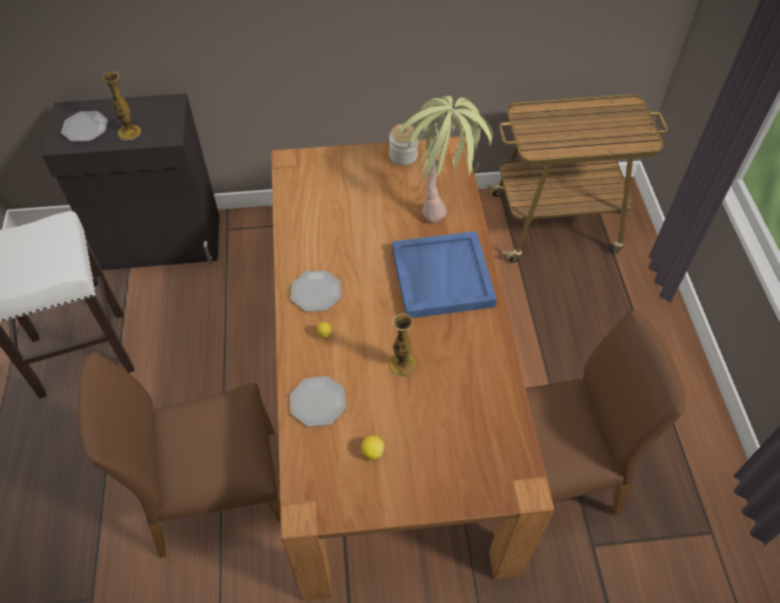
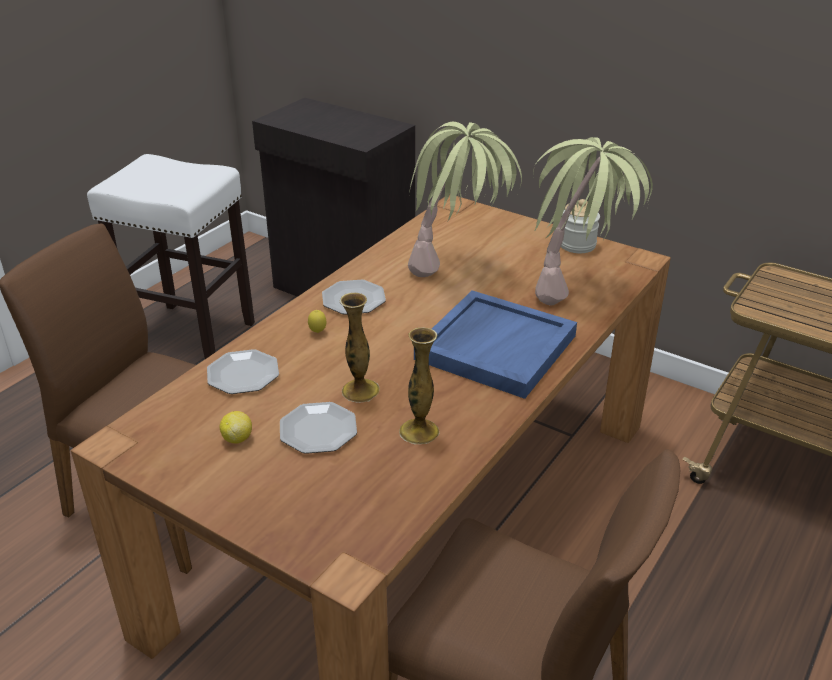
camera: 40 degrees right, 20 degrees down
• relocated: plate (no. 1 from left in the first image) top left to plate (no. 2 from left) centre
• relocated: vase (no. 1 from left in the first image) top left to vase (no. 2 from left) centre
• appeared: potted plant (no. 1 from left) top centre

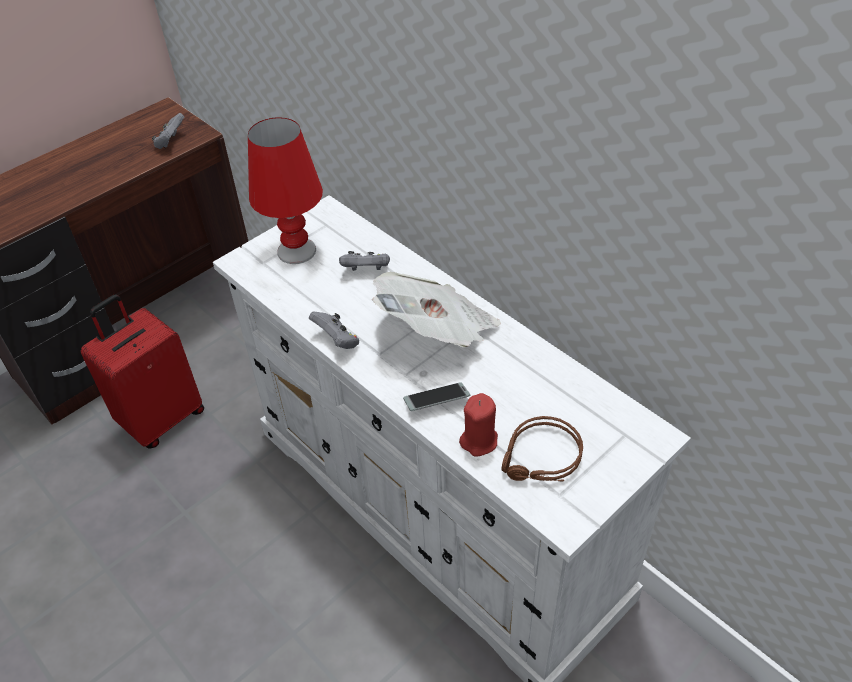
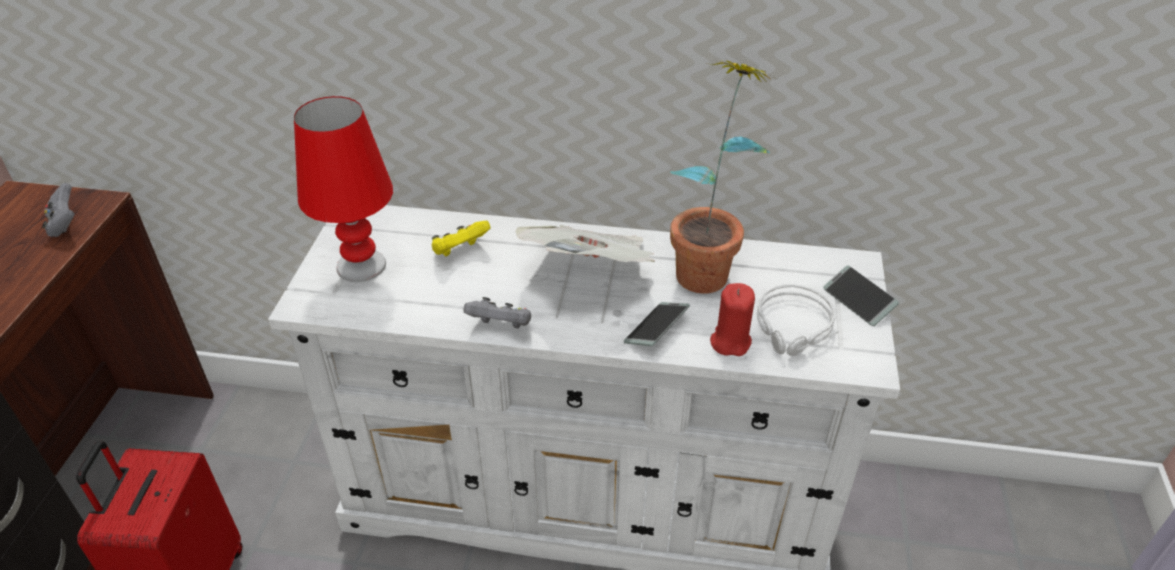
camera: 40 degrees left, 5 degrees down
• colour: game controller (grey) (no. 3 from left) centre to game controller (yellow) centre
• appeared: potted plant top centre
• colour: headphones (brown) centre to headphones (grey) middle right
• appeared: phone (no. 2 from left) middle right

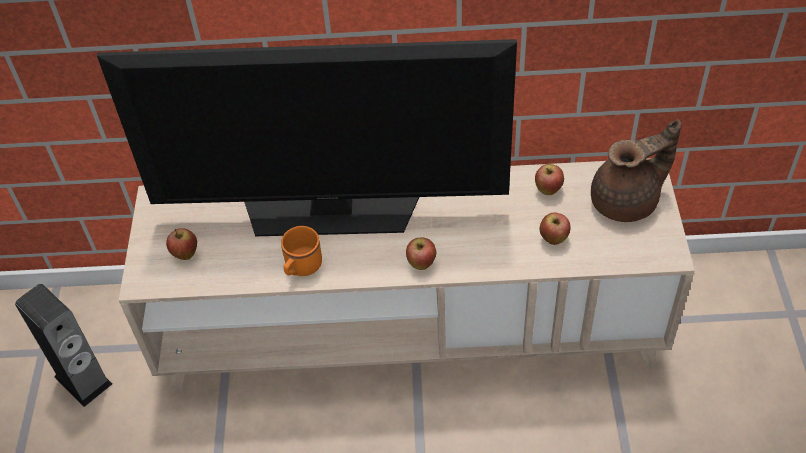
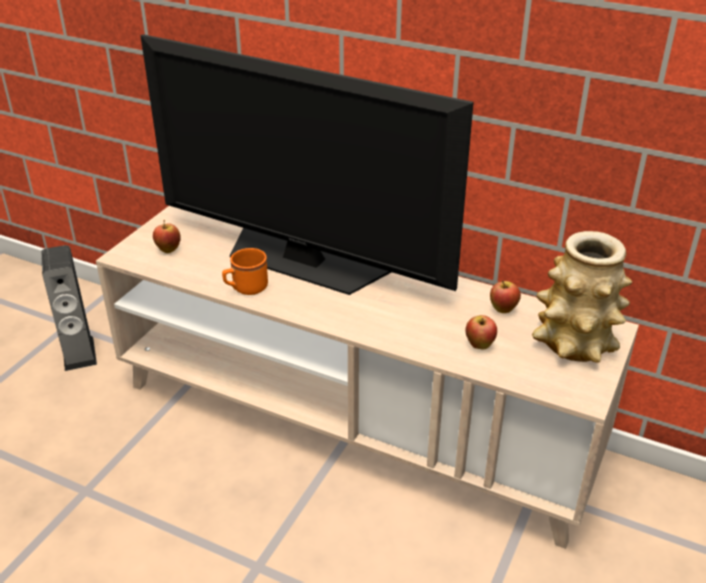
camera: 25 degrees right, 15 degrees down
• exchanged: teapot (brown) middle right to vase middle right
• missing: apple (no. 2 from left) centre

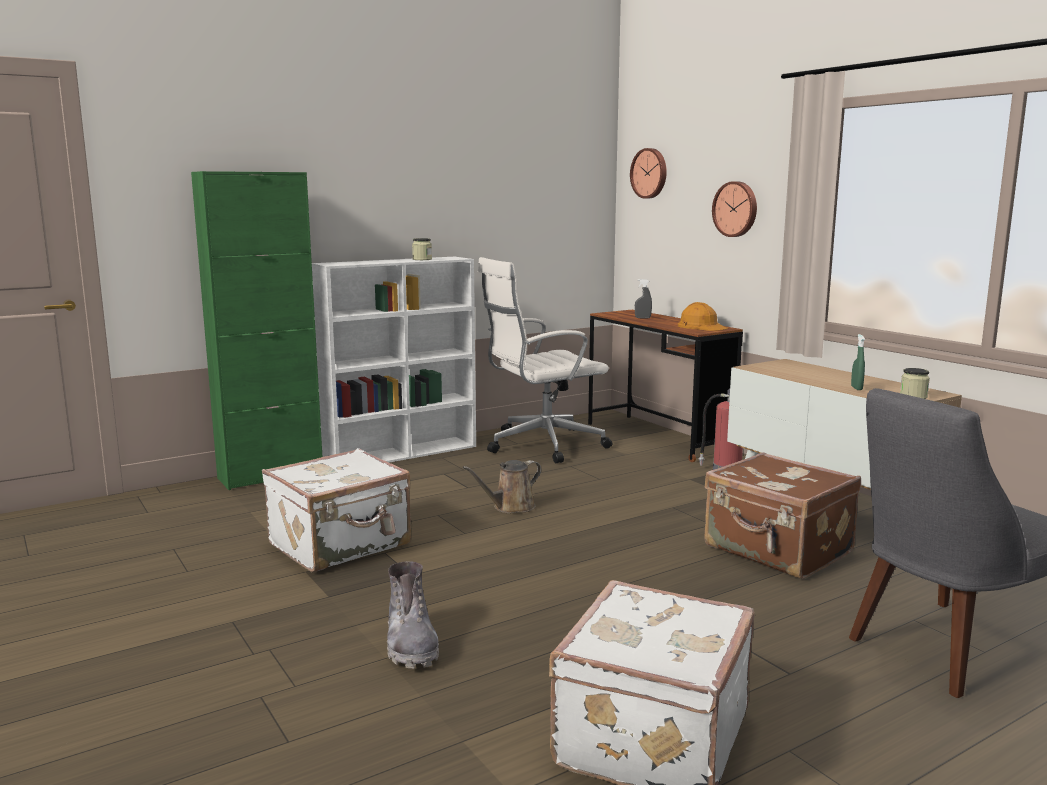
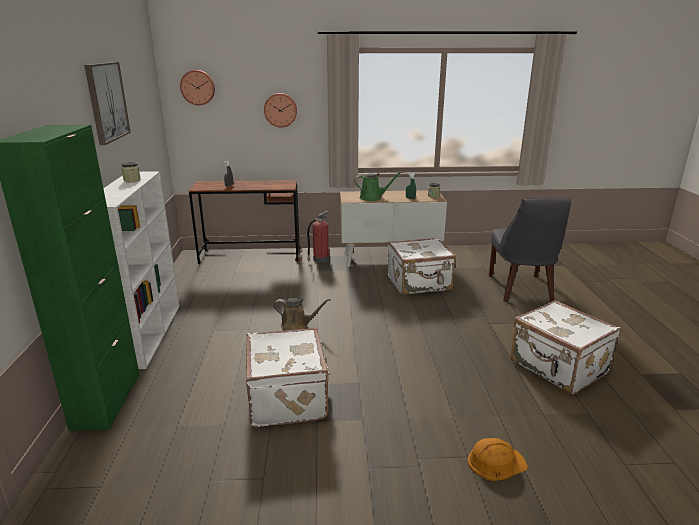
camera: 60 degrees left, 10 degrees up
• appeared: picture top left
• spun: watering can (brown) centre = centre 75 degrees counterclockwise
• appeared: watering can (green) centre
• colour: suitcase (brown) middle right to suitcase (white) (no. 2 from left) centre
• relocated: hard hat (orange) middle right to bottom right
• missing: boot (grey) bottom centre
• missing: office chair (white) centre

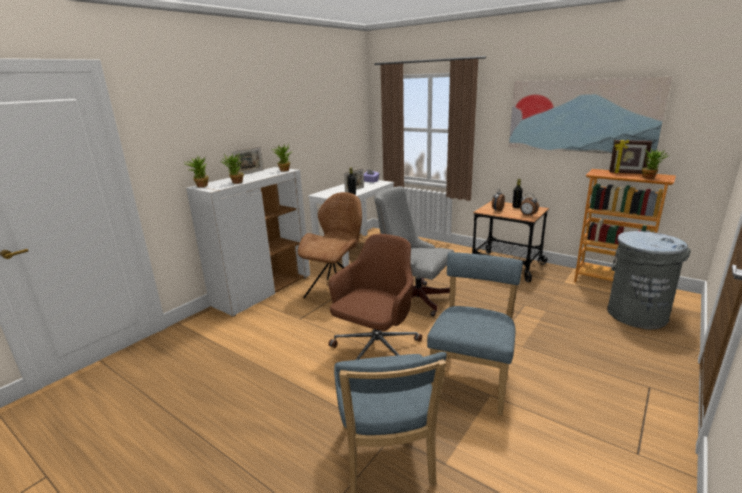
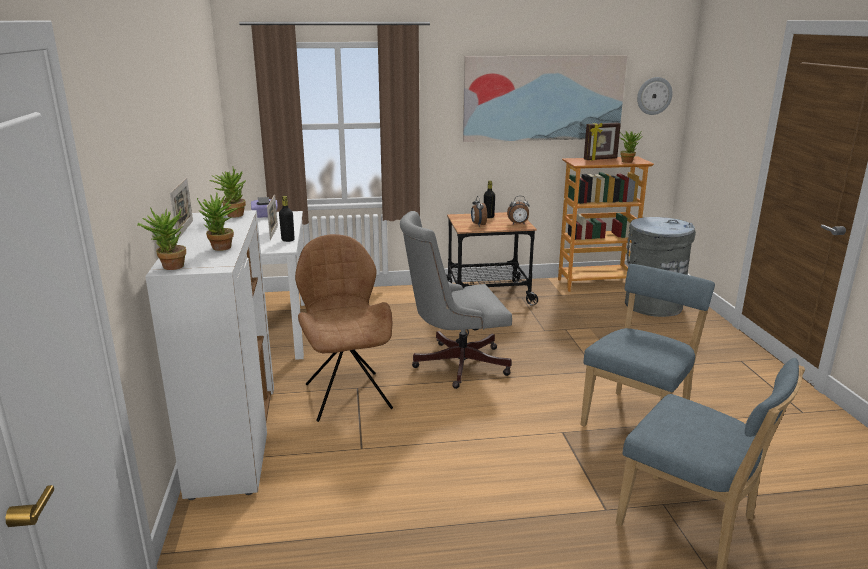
camera: 45 degrees left, 0 degrees up
• spun: chair (blue) (no. 2 from left in the first image) bottom centre = middle right 60 degrees clockwise
• appeared: wall clock top right
• missing: office chair (brown) centre

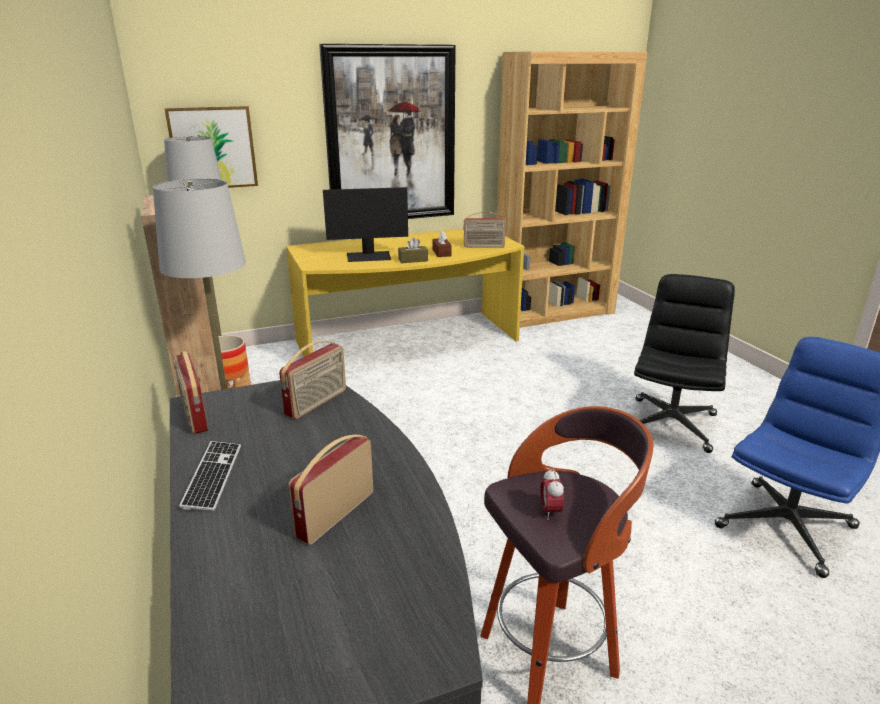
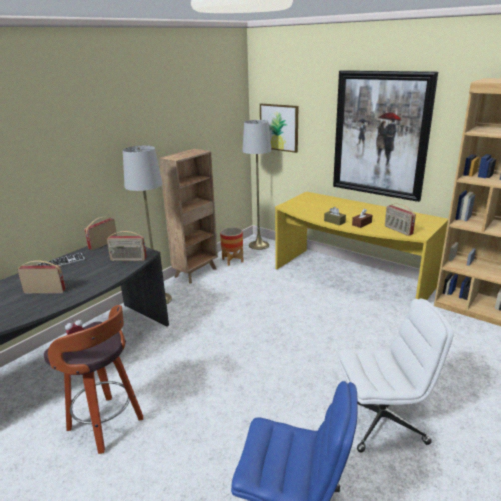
camera: 60 degrees right, 0 degrees up
• colour: office chair (black) middle right to office chair (white) bottom right
• missing: monitor top centre

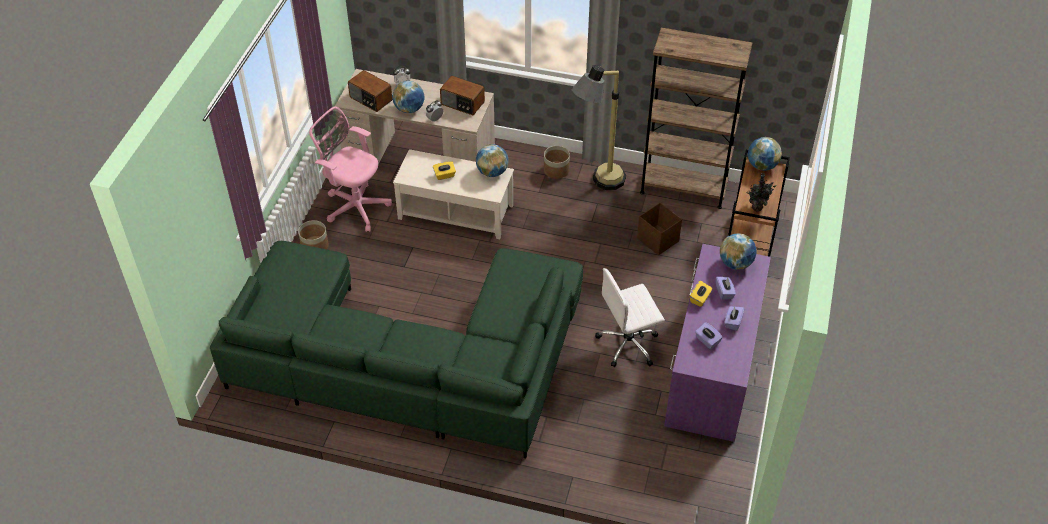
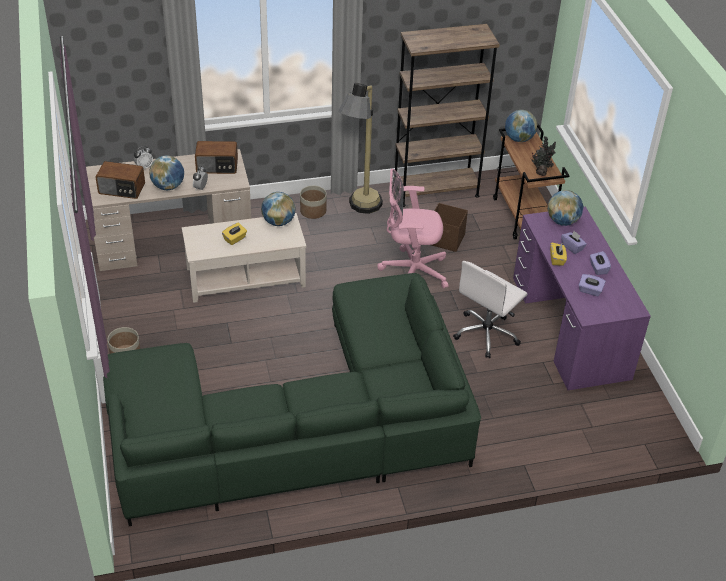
camera: 30 degrees left, 5 degrees down
• relocated: office chair (pink) top centre to centre

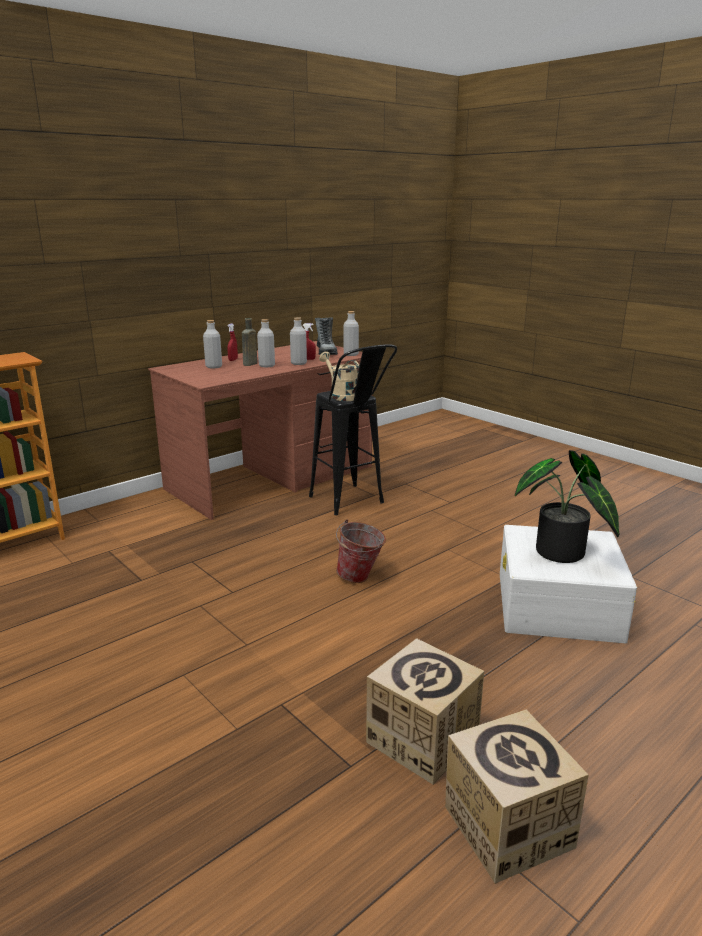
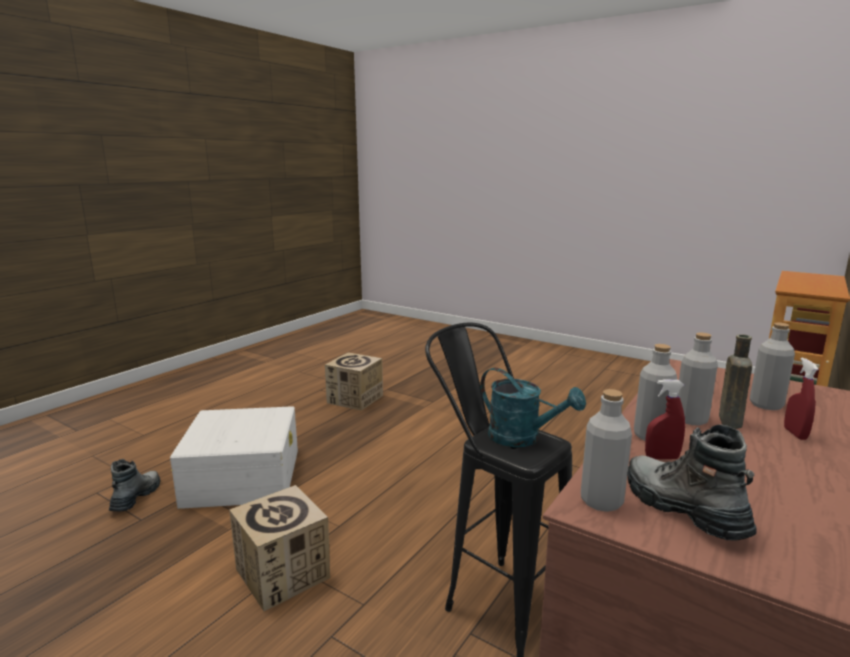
camera: 165 degrees right, 5 degrees down
• appeared: boot (no. 1 from left) bottom left
• relocated: cardboard box (no. 2 from left in the first image) bottom right to cardboard box (no. 1 from left) bottom left
• colour: watering can (beige) centre to watering can (turquoise) centre
• missing: bucket centre
• missing: potted plant middle right

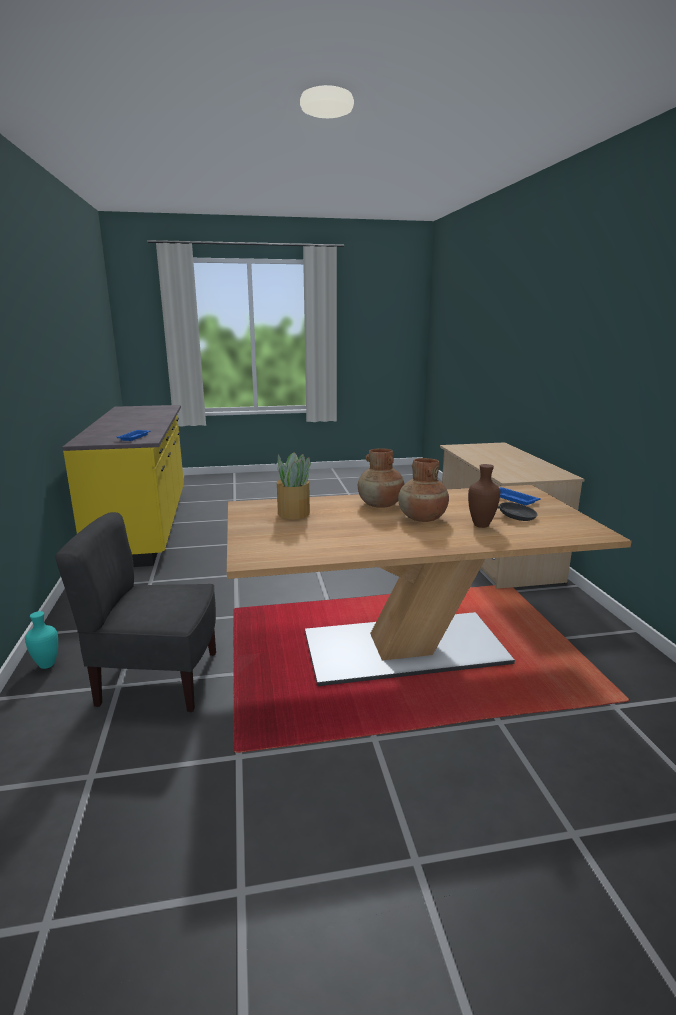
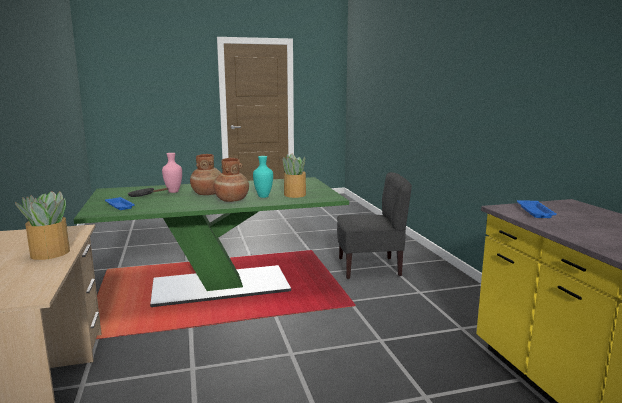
camera: 175 degrees right, 5 degrees down
• appeared: potted plant (no. 1 from left) middle left
• colour: dining table (beige) centre to dining table (green) centre
• colour: vase (brown) (no. 3 from left) middle right to vase (pink) middle left
• relocated: vase (turquoise) middle left to centre

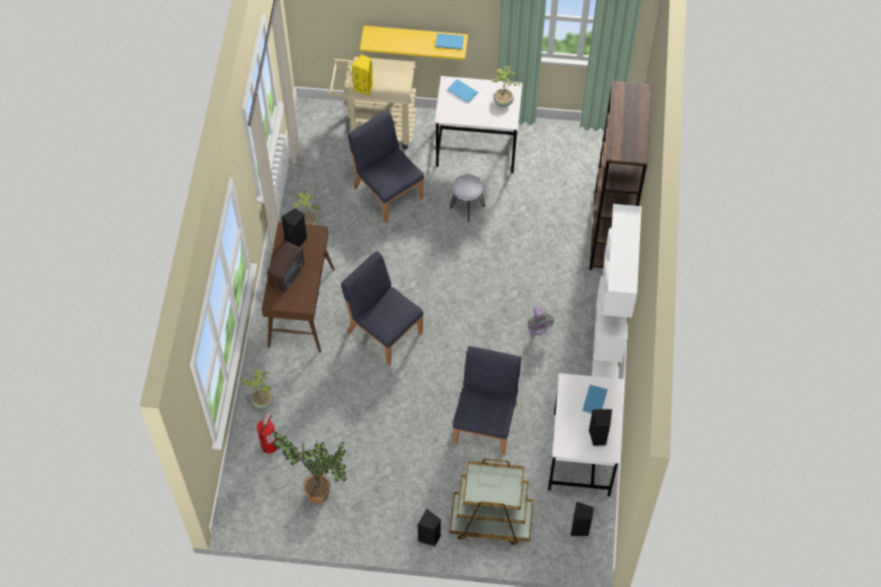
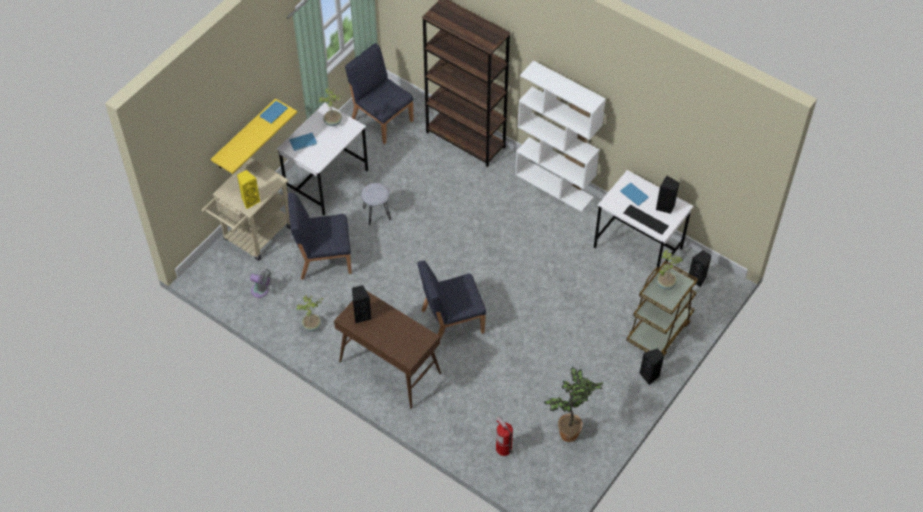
camera: 60 degrees left, 5 degrees down
• relocated: fan (grey) centre to middle left
• relocated: chair (blue) (no. 3 from left in the first image) bottom centre to chair (blue) (no. 2 from left) top centre
• appeared: keyboard middle right
• relocated: potted plant (no. 1 from left in the first image) middle left to potted plant (no. 4 from left) middle right
• missing: radio middle left

